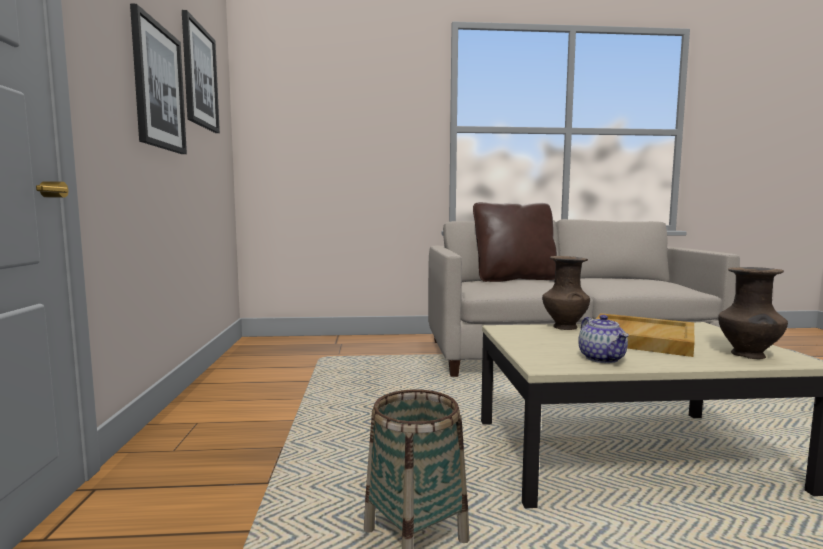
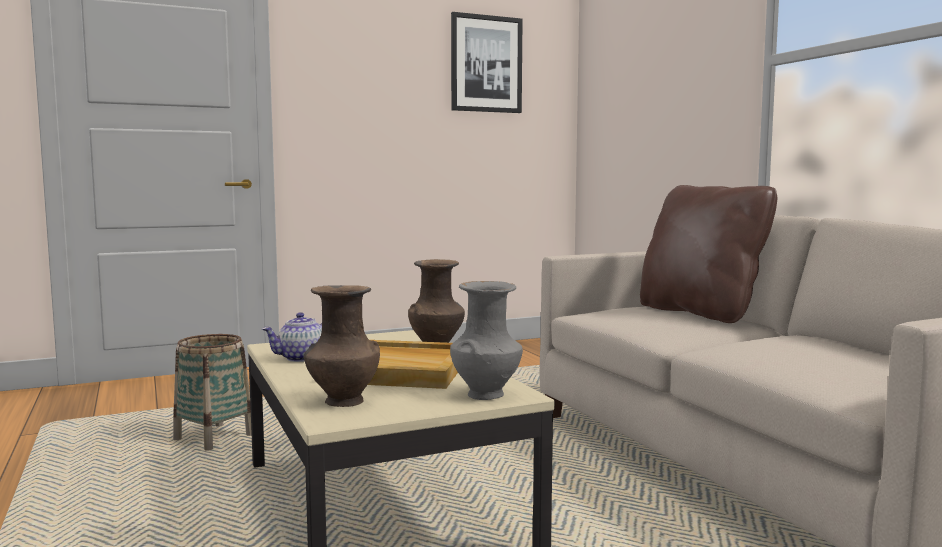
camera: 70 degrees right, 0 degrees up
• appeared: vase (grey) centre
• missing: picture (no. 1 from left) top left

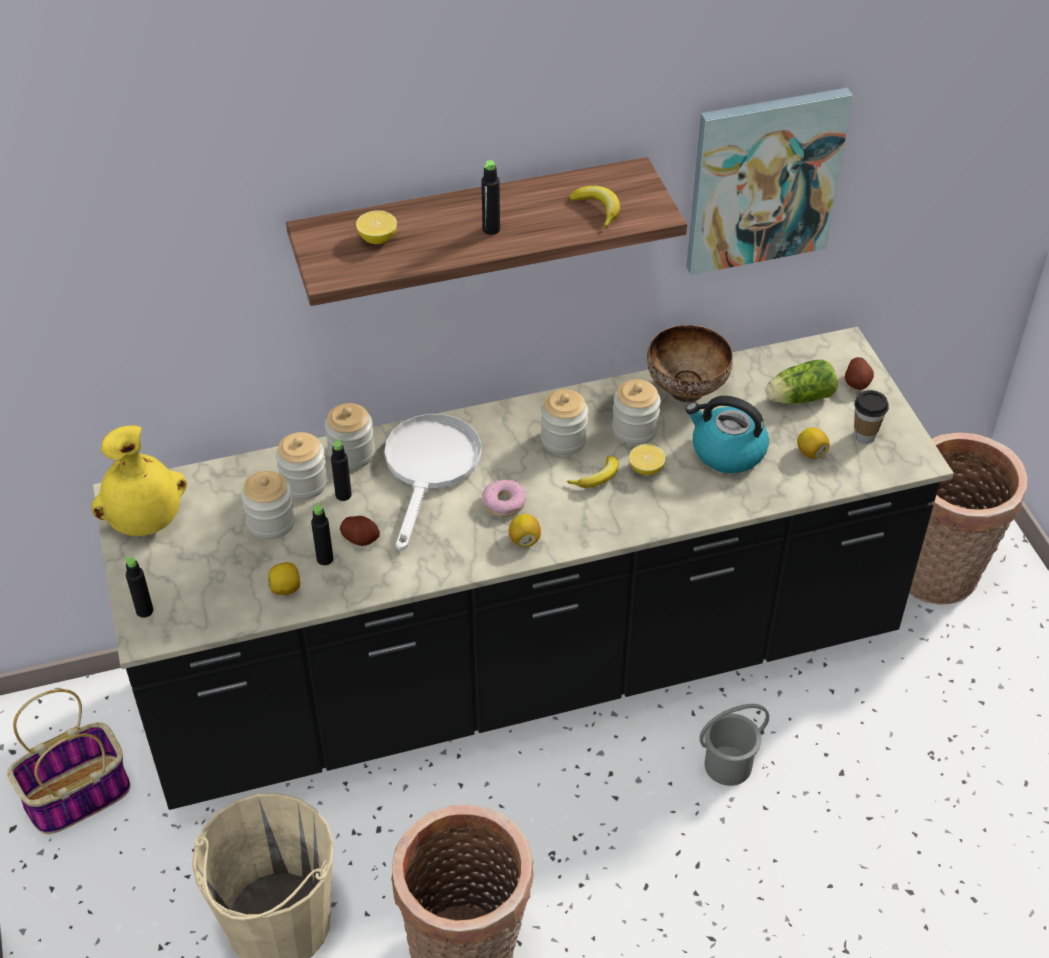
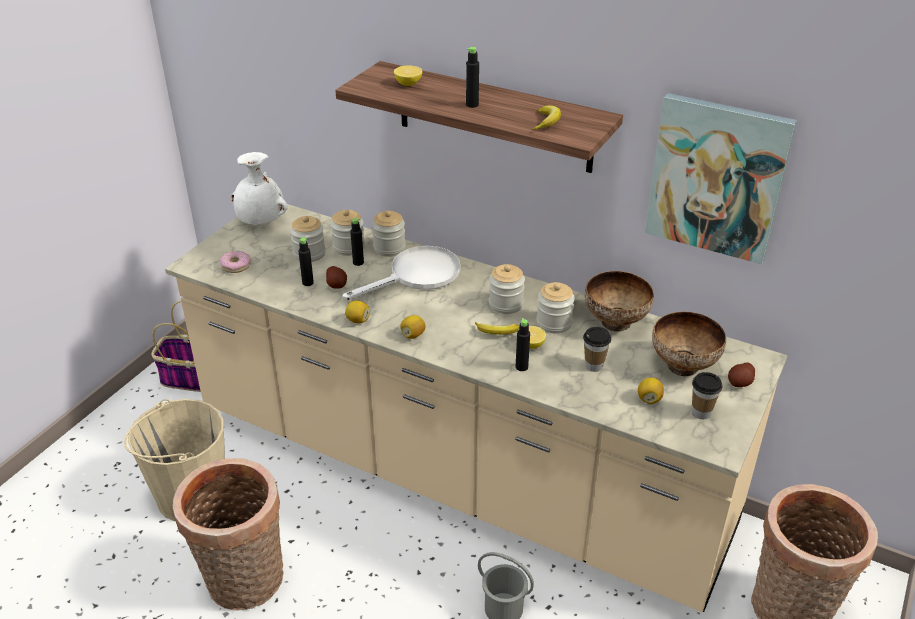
camera: 45 degrees right, 10 degrees down
• colour: counter (black) centre to counter (beige) centre
• relocated: donut centre to middle left
• colour: vase (yellow) middle left to vase (white) top left
• relocated: lemon (no. 1 from left) middle left to centre
• relocated: bottle (black) (no. 1 from left in the first image) middle left to bottle (black) (no. 4 from left) centre
• exchanged: kettle middle right to cup (no. 1 from left) centre
• exchanged: lettuce middle right to bowl (no. 2 from left) middle right

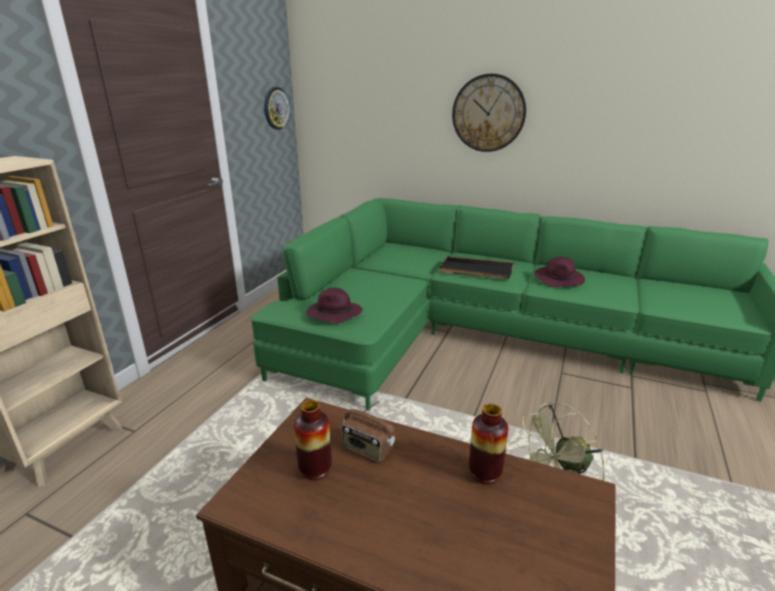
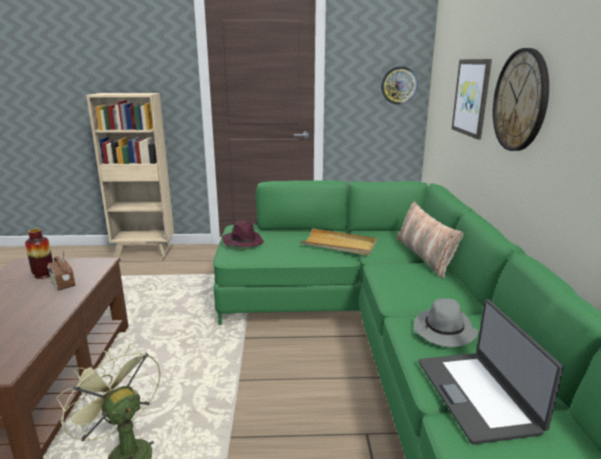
camera: 65 degrees right, 5 degrees down
• spun: radio bottom centre = middle left 45 degrees counterclockwise
• appeared: tray (beige) centre
• appeared: pillow middle right
• colour: hat (purple) (no. 2 from left) middle right to hat (grey) bottom right
• appeared: laptop bottom right
• appeared: picture top right
• missing: tray (black) centre
• missing: vase (no. 2 from left) bottom centre

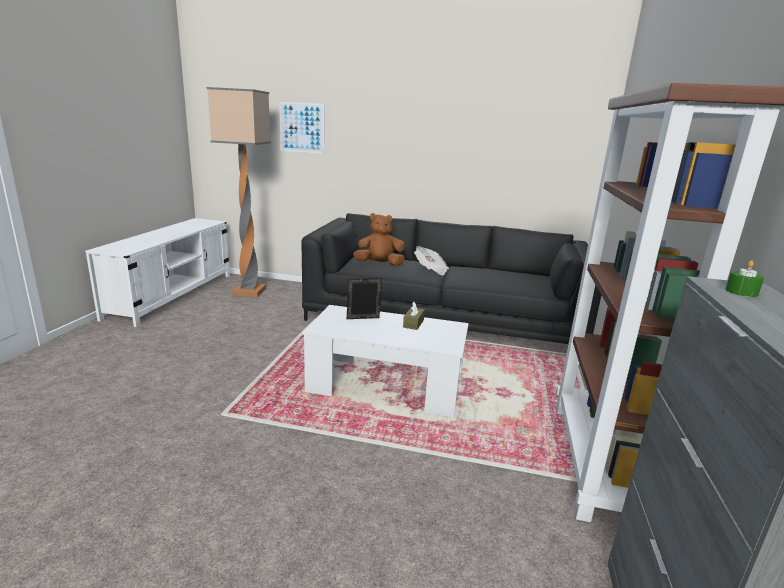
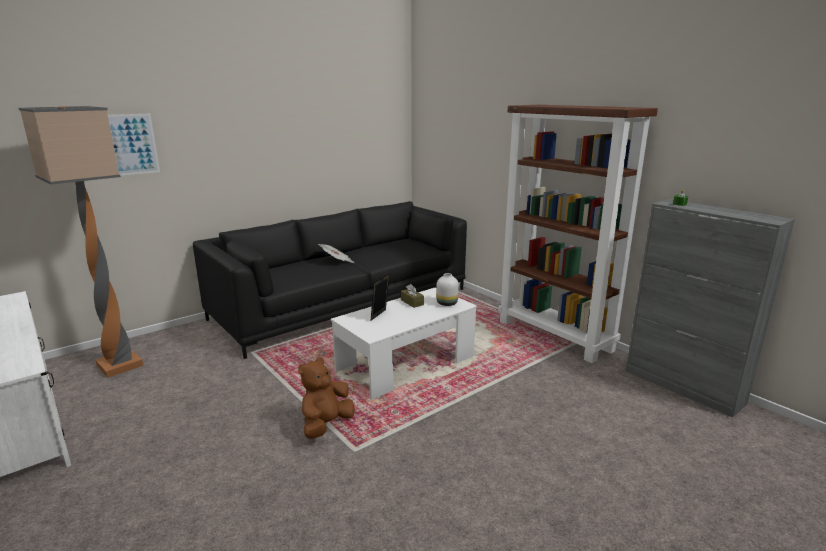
camera: 50 degrees left, 0 degrees up
• relocated: plush toy (brown) centre to bottom centre
• appeared: vase (white) centre

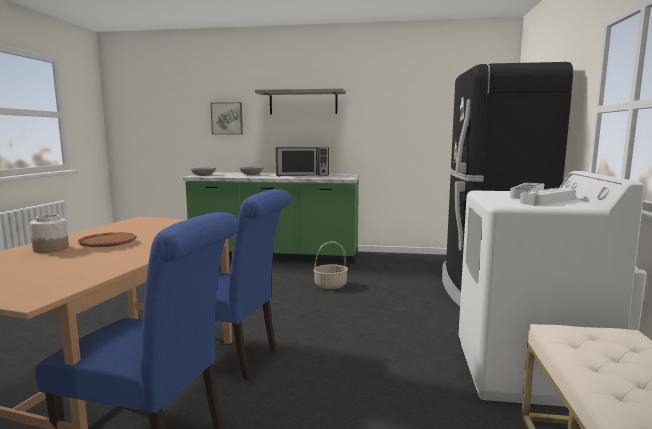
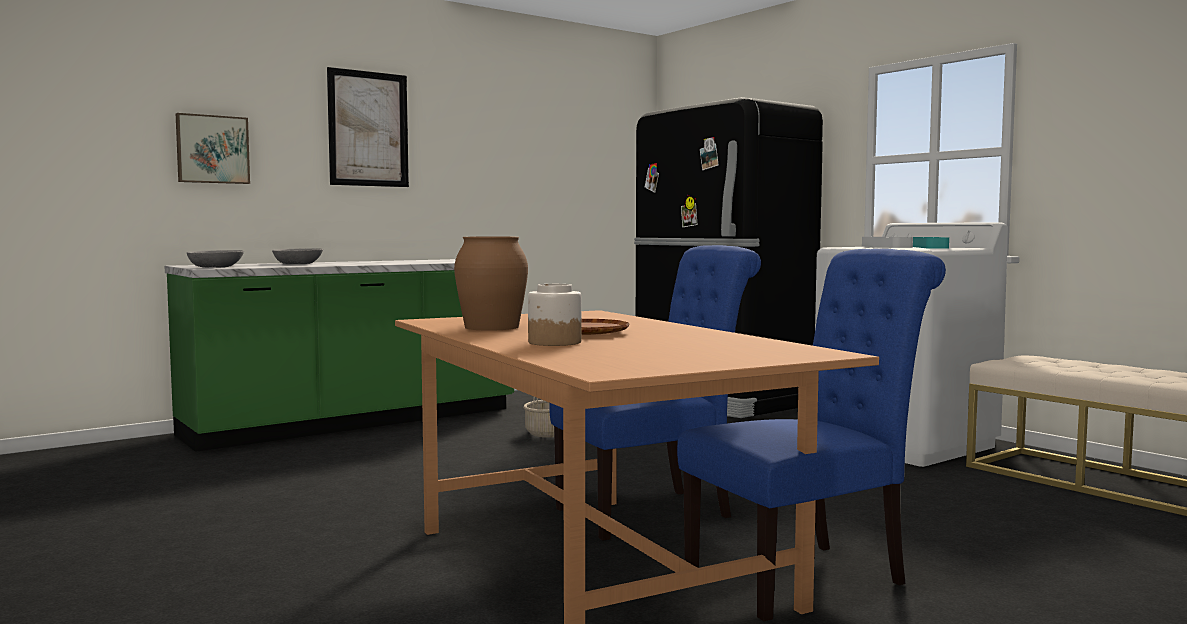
camera: 45 degrees left, 5 degrees down
• exchanged: shelf (grey) top centre to picture (no. 2 from left) top left
• appeared: vase (brown) centre
• colour: tray (grey) (no. 2 from left) middle right to tray (turquoise) middle right
• missing: microwave centre

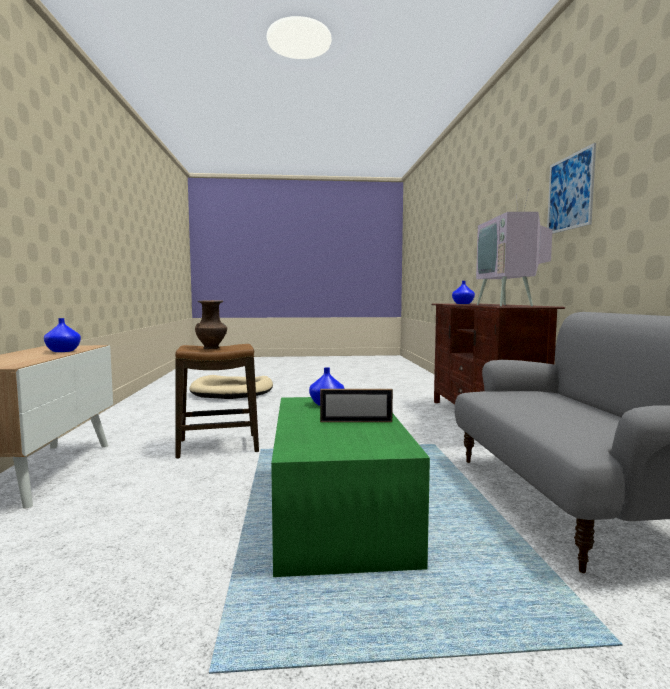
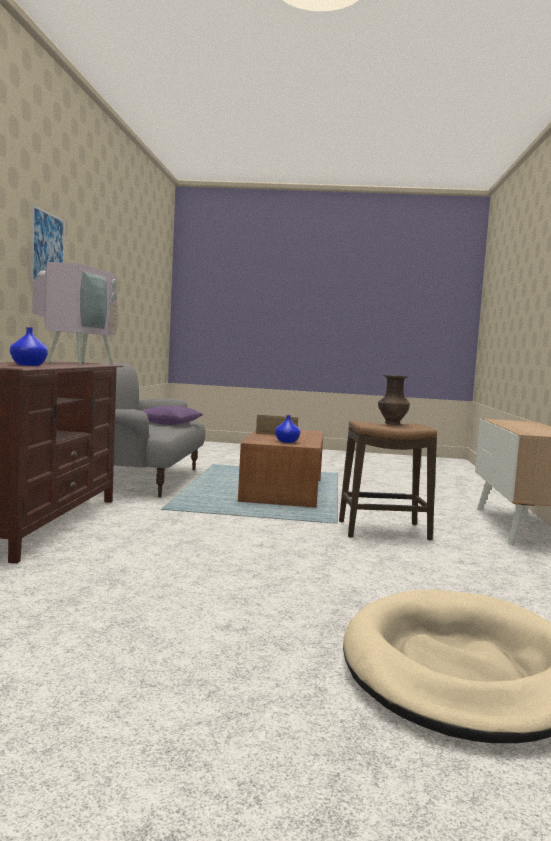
camera: 170 degrees left, 0 degrees up
• appeared: pillow (purple) middle left
• colour: coffee table (green) bottom centre to coffee table (brown) centre
• missing: vase (blue) (no. 1 from left) middle left

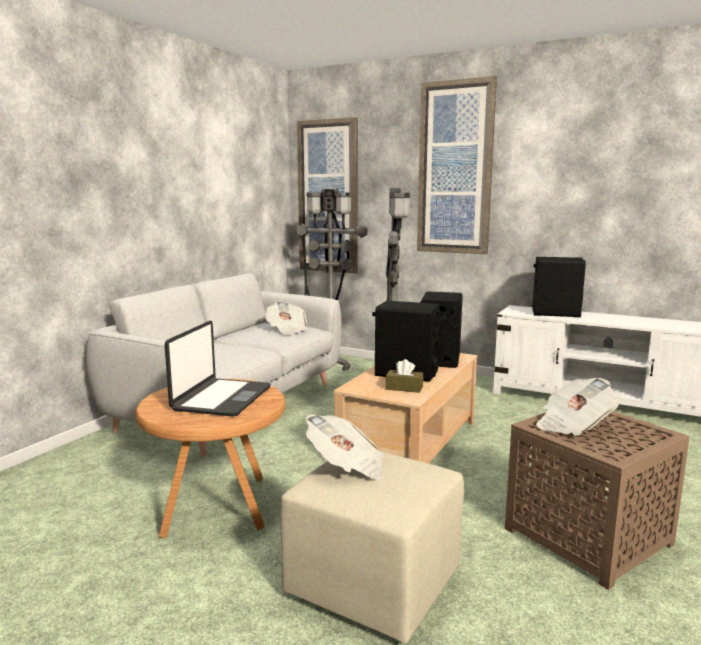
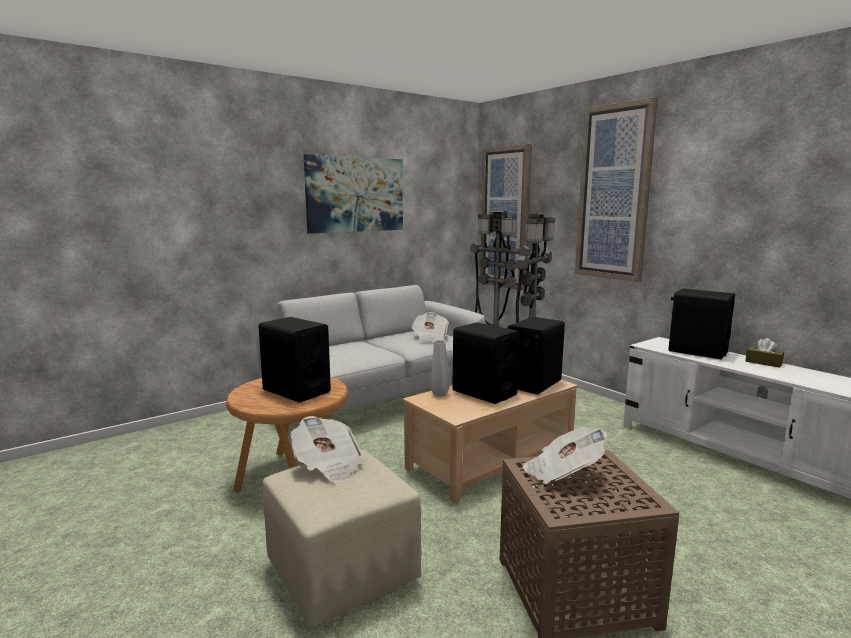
camera: 25 degrees right, 0 degrees up
• exchanged: laptop middle left to speaker (black) (no. 1 from left) centre
• appeared: picture (no. 1 from left) top centre
• appeared: vase (grey) centre
• relocated: tissue box (brown) centre to middle right

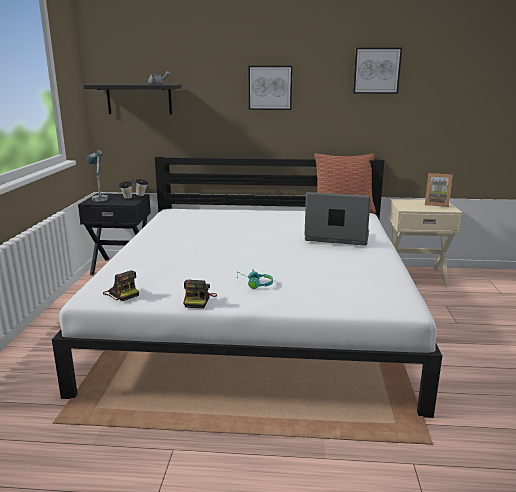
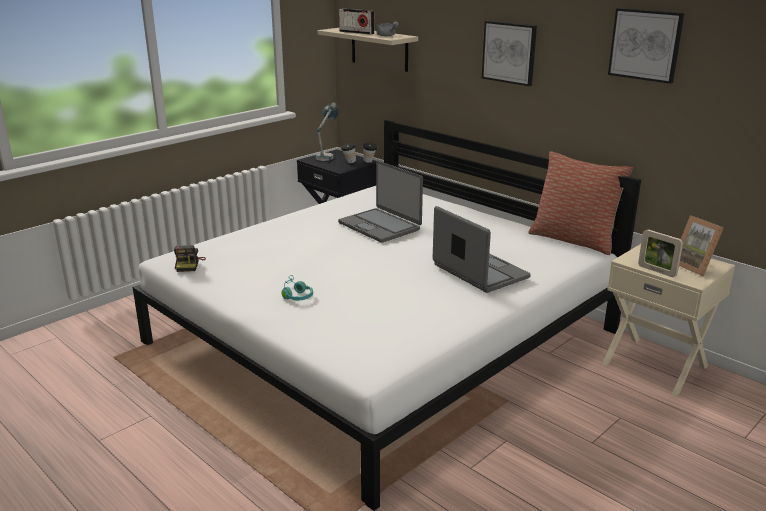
camera: 40 degrees right, 5 degrees up
• colour: shelf (black) top left to shelf (beige) top centre
• appeared: laptop (no. 1 from left) centre
• appeared: radio top centre
• appeared: picture frame (no. 1 from left) middle right
• missing: photo camera (no. 2 from left) centre

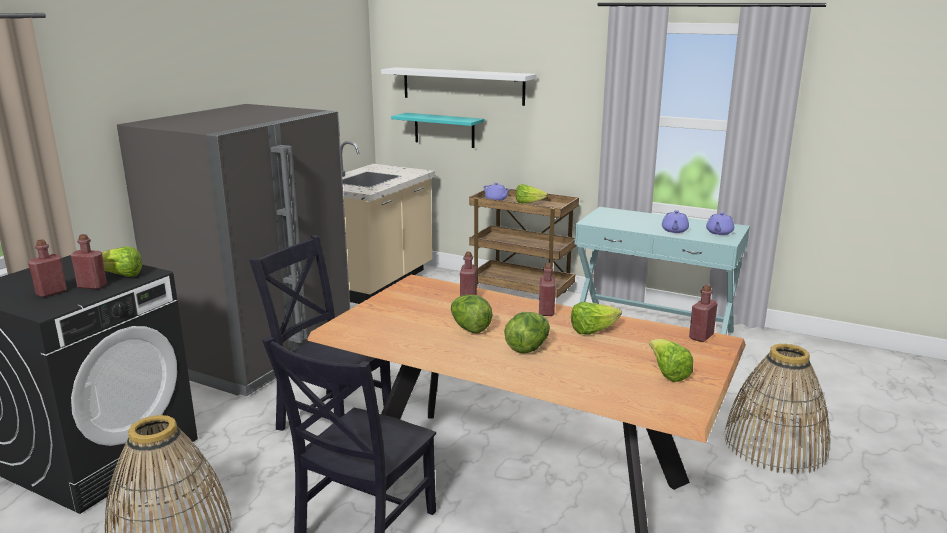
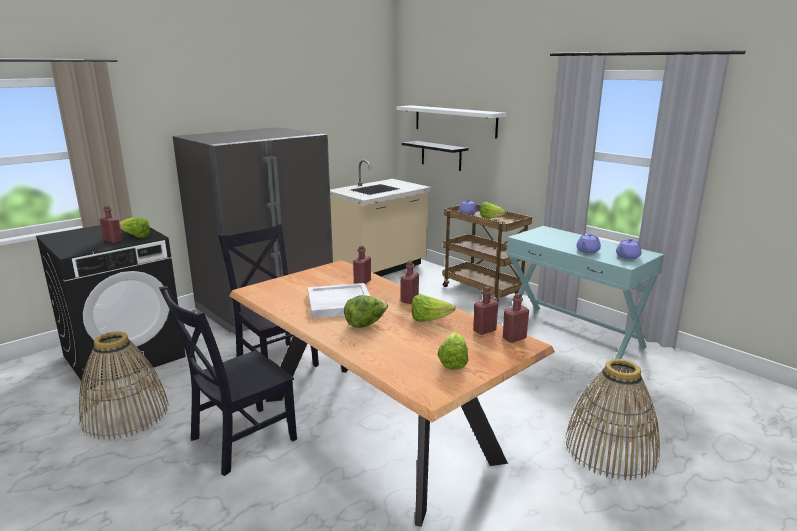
camera: 20 degrees right, 0 degrees up
• exchanged: lettuce (no. 2 from left) centre to tray (white) centre
• colour: shelf (turquoise) top centre to shelf (black) top centre
• relocated: bottle (red) (no. 1 from left in the first image) middle left to bottle (red) (no. 4 from left) centre

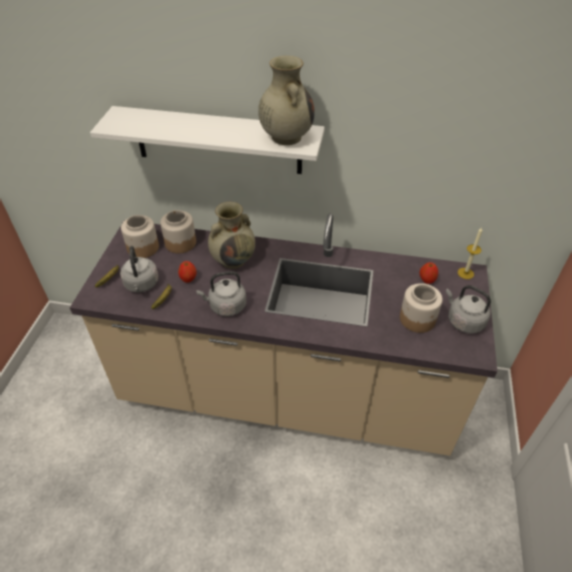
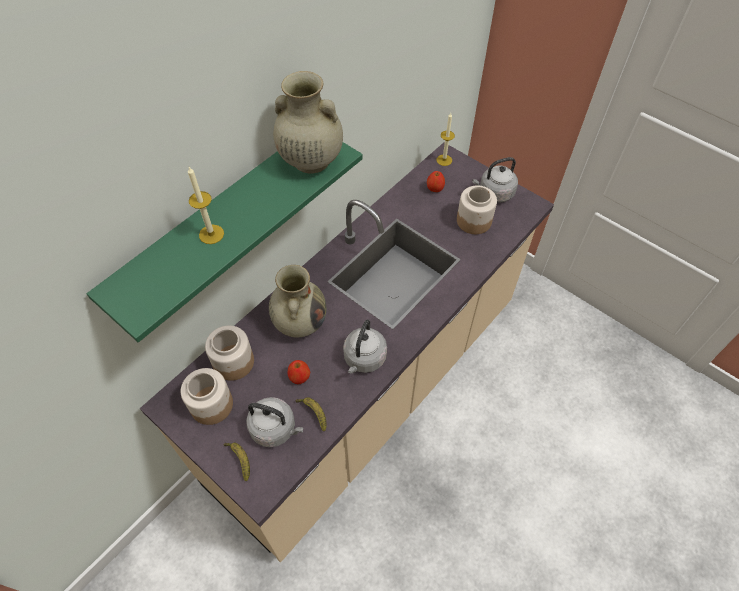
camera: 60 degrees left, 10 degrees up
• colour: shelf (white) top centre to shelf (green) middle left
• appeared: candle (no. 1 from left) middle left

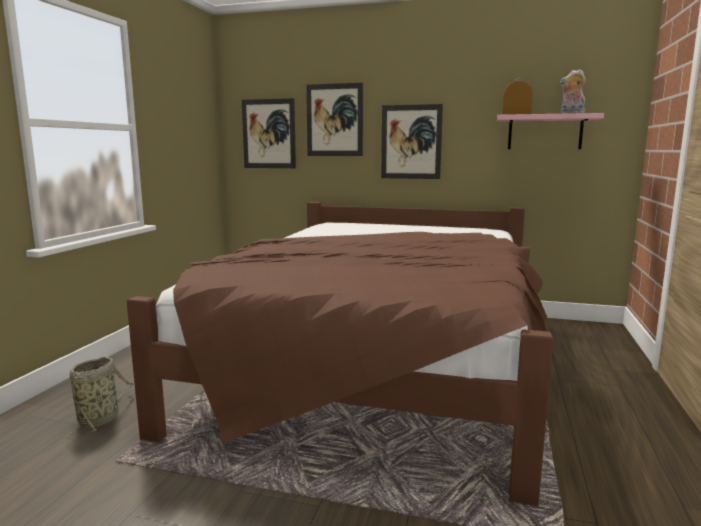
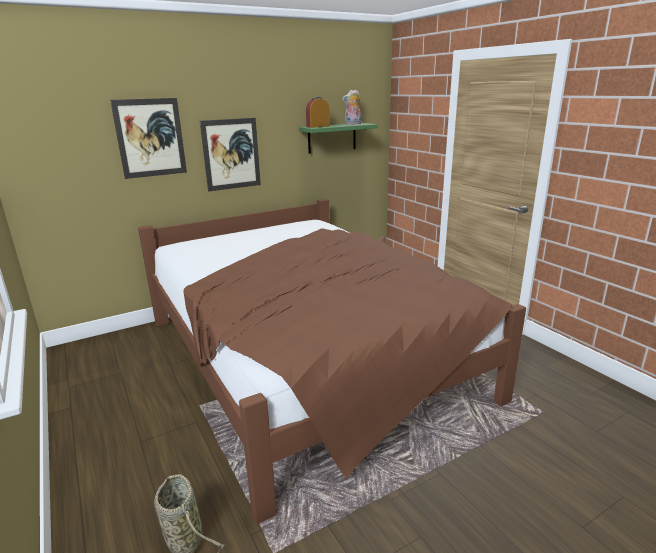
camera: 45 degrees left, 10 degrees up
• colour: shelf (pink) top right to shelf (green) top centre
• missing: picture (no. 1 from left) top centre

